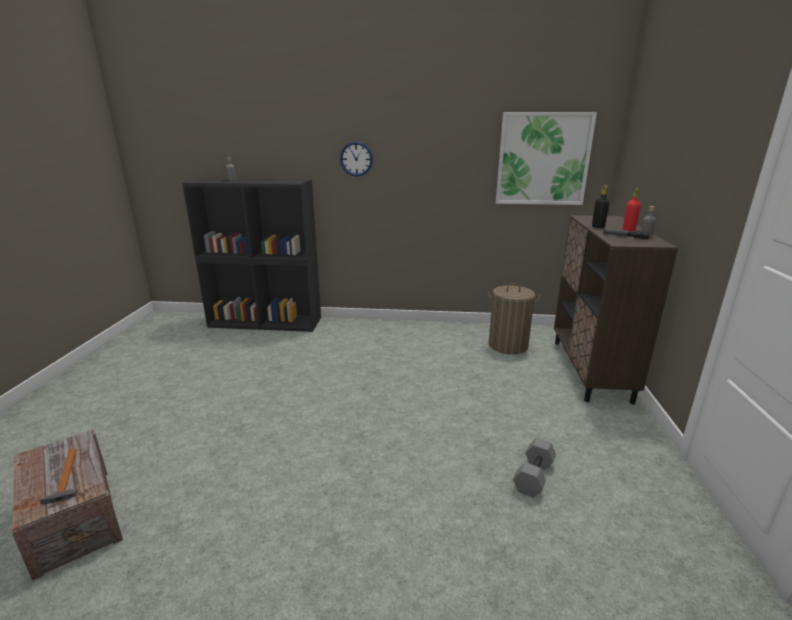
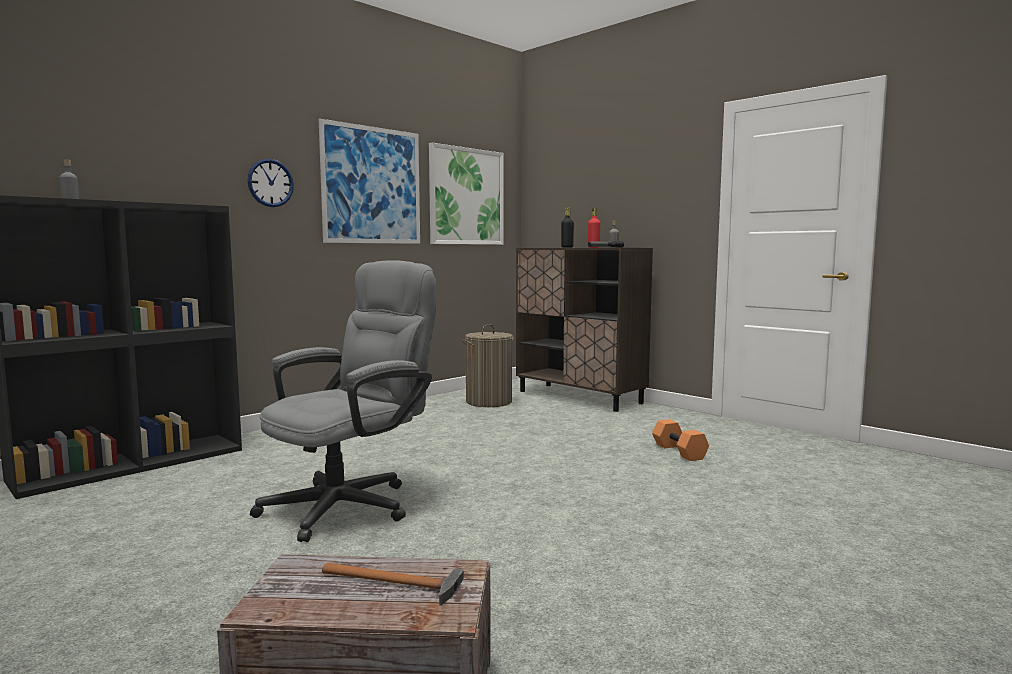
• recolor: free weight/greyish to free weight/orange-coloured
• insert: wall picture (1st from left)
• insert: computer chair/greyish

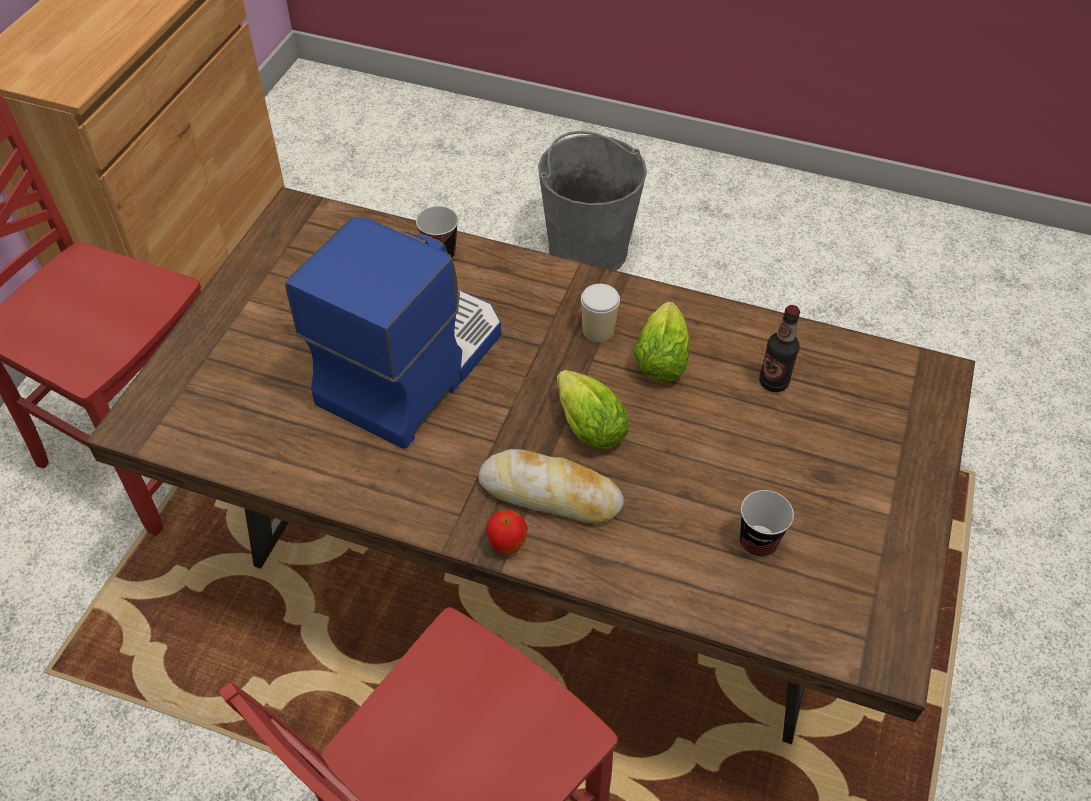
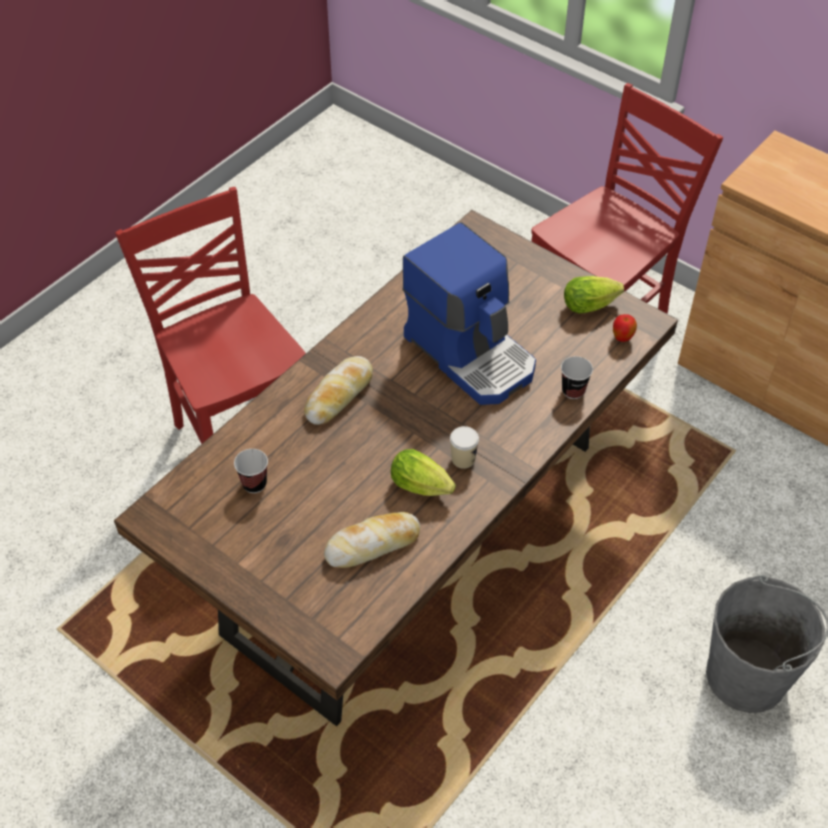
• replace: drink bottle to bread (2nd from left)
• move: lettuce (1st from left in the first image) to lettuce (2nd from left)
• move: whole apple

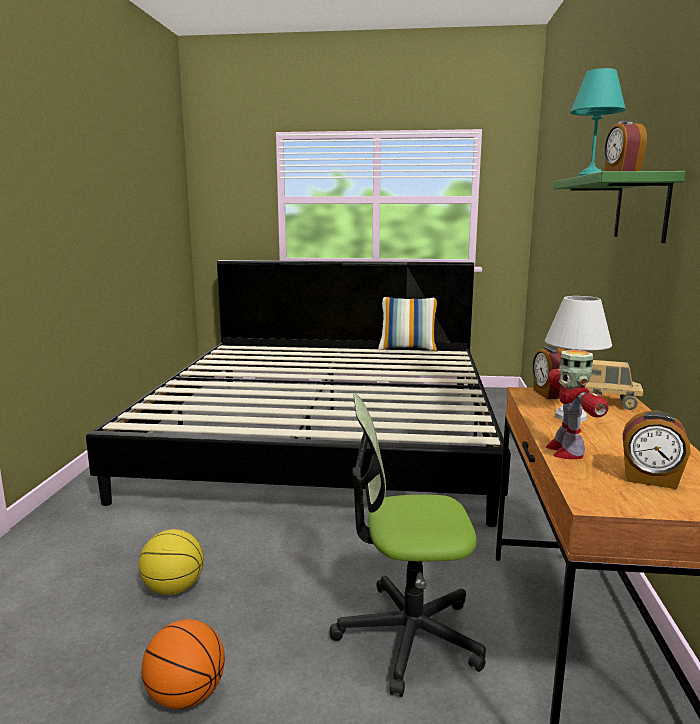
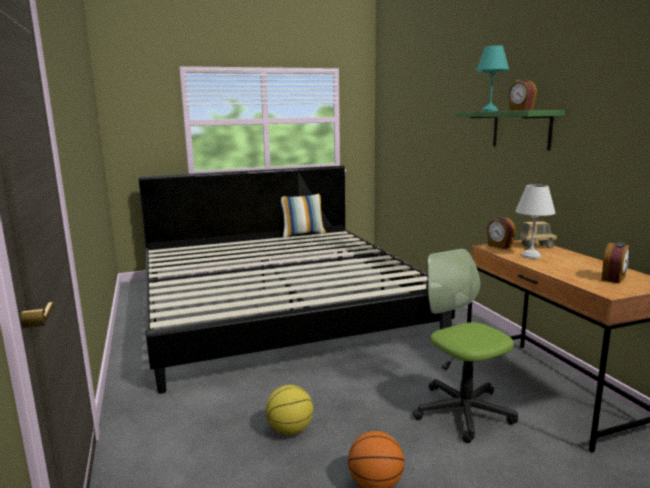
• delete: toy robot
• rotate: computer chair 90 degrees clockwise
• rotate: bedside clock (3rd from left) 45 degrees counterclockwise

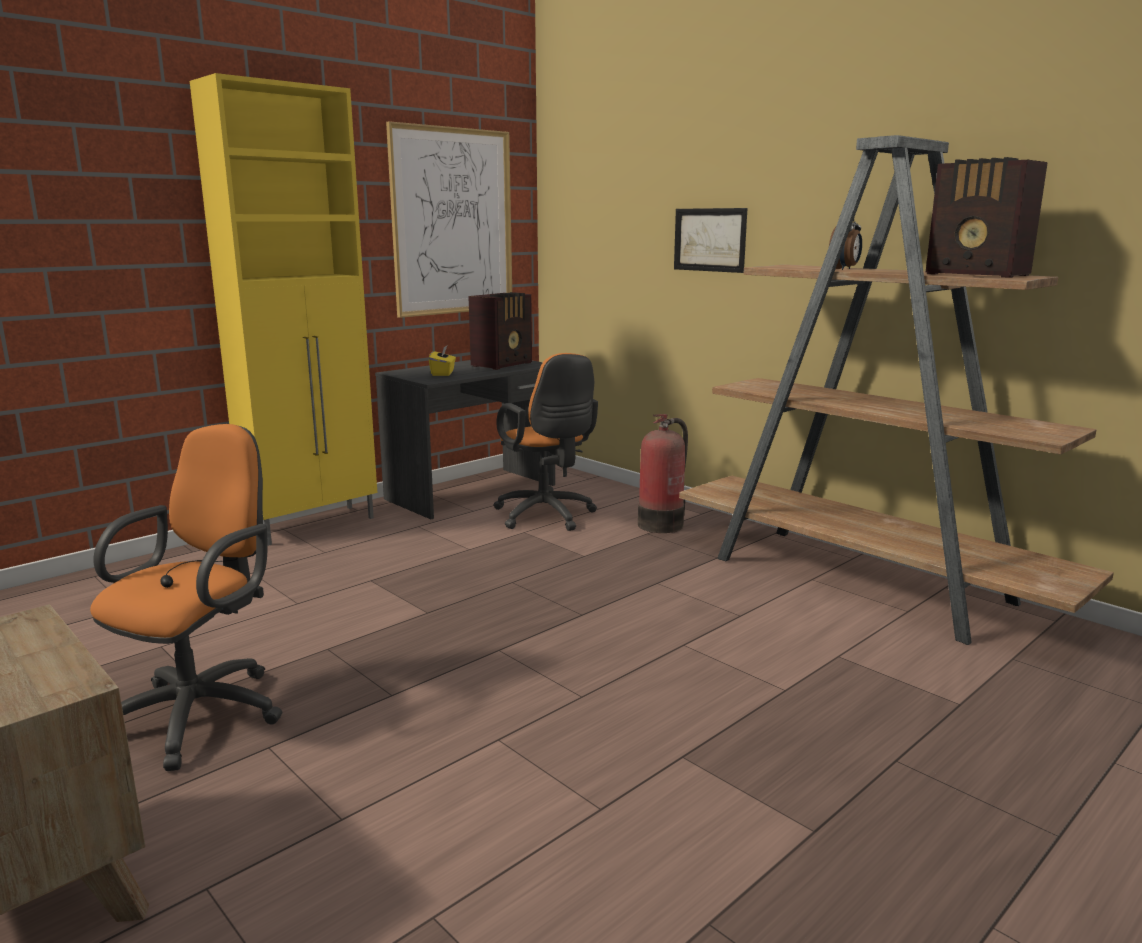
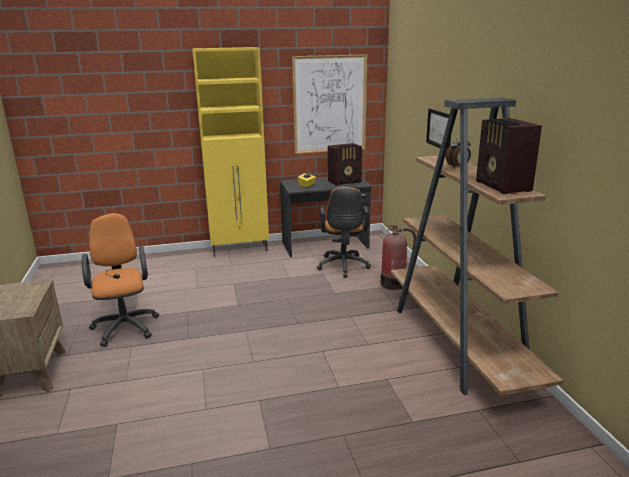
• rotate: computer chair/orange-coloured (1st from left) 75 degrees counterclockwise

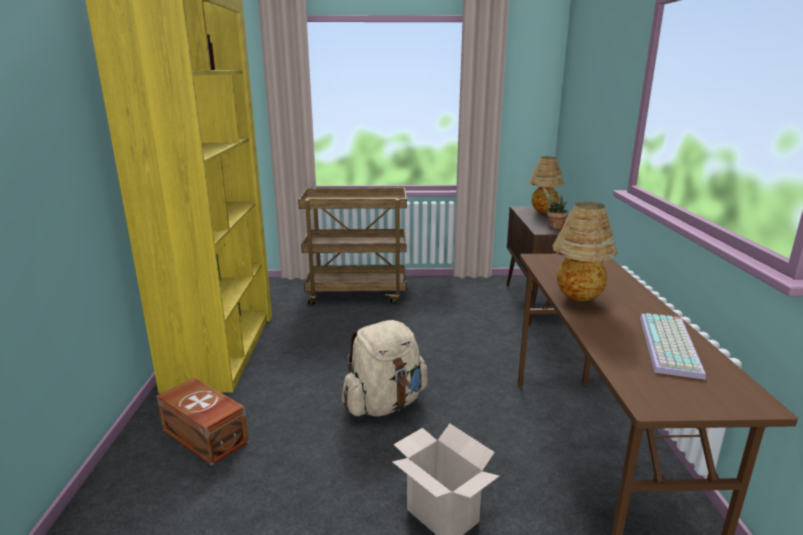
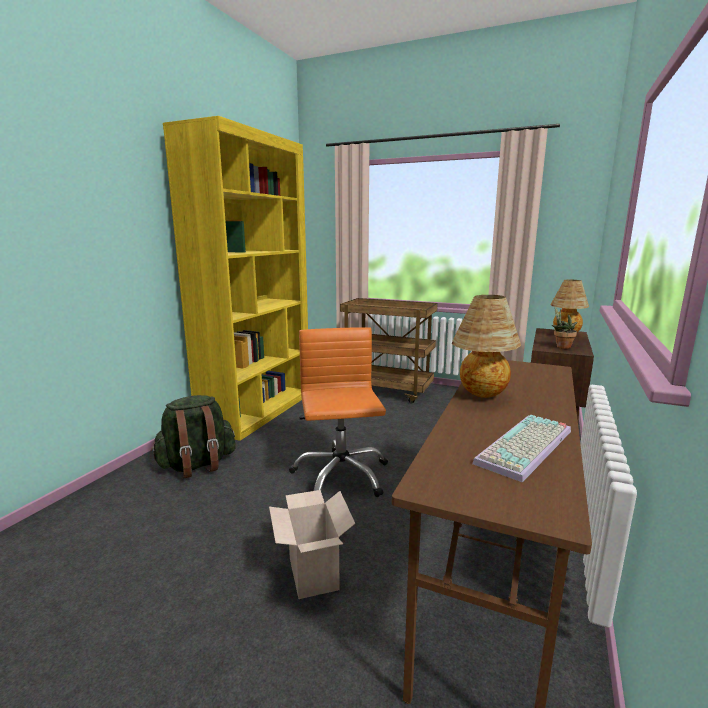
• replace: knapsack/sand-coloured to computer chair/orange-coloured
• replace: storage bin/brown-coloured to knapsack/greenish

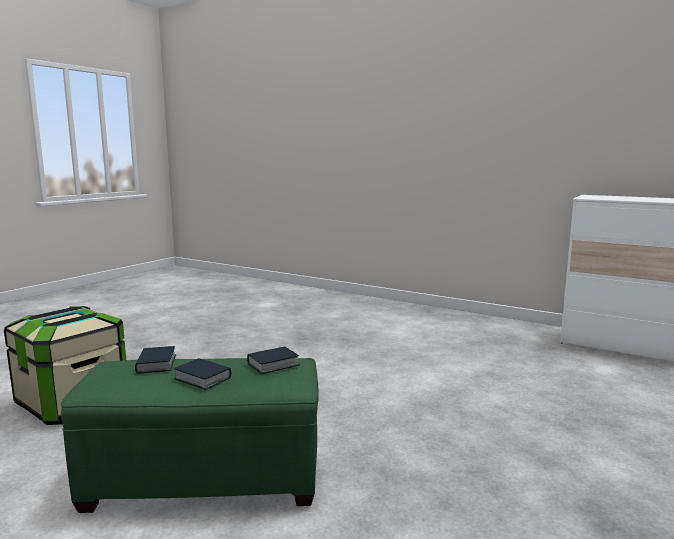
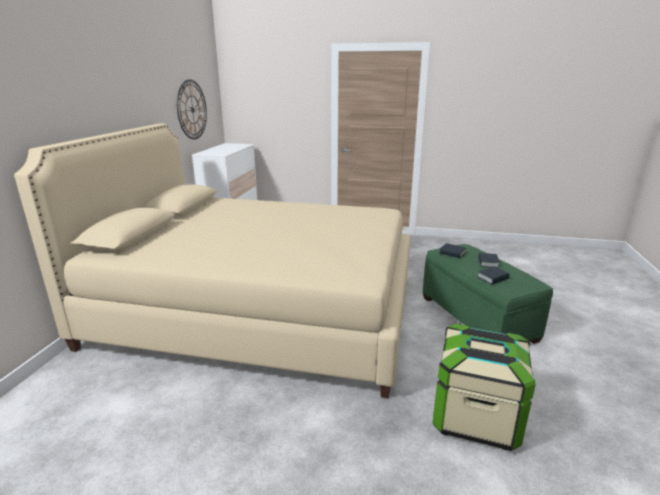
• insert: wall clock
• insert: sleeping bed/sand-coloured

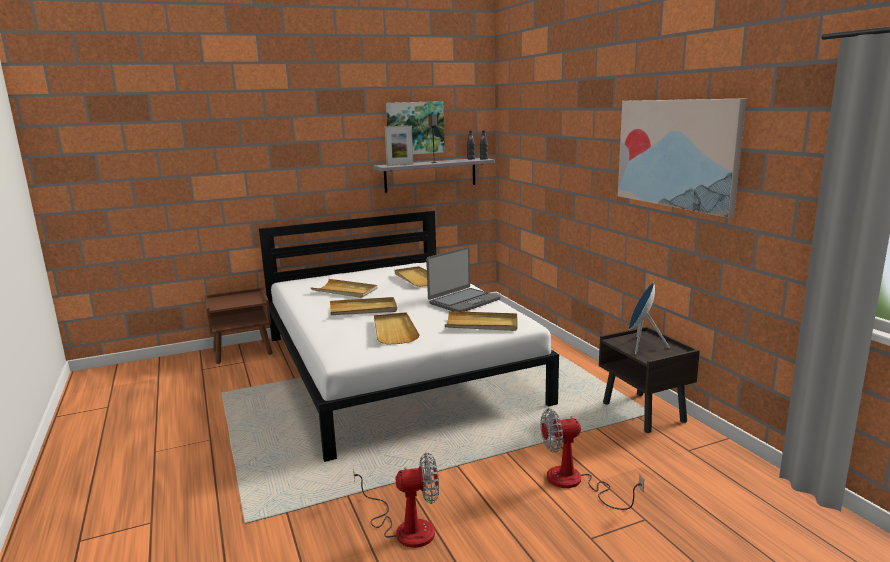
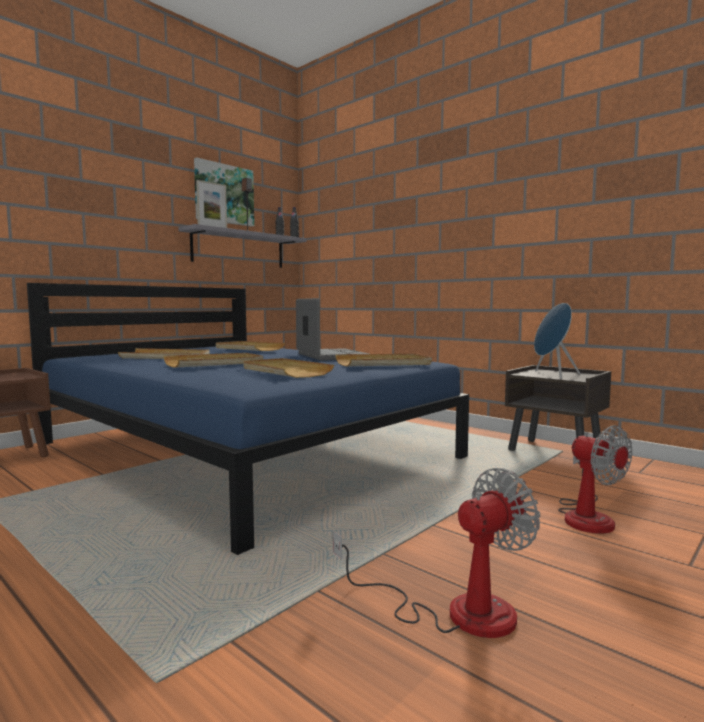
• delete: wall picture (2nd from left)
• recolor: sleeping bed/white to sleeping bed/blue
• rotate: portable computer 45 degrees counterclockwise
• rotate: fan (2nd from left) 90 degrees counterclockwise

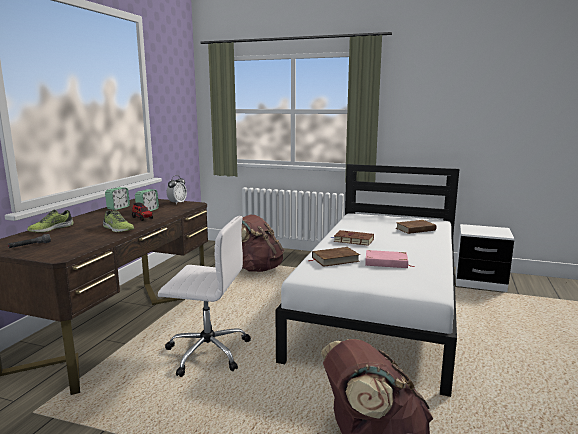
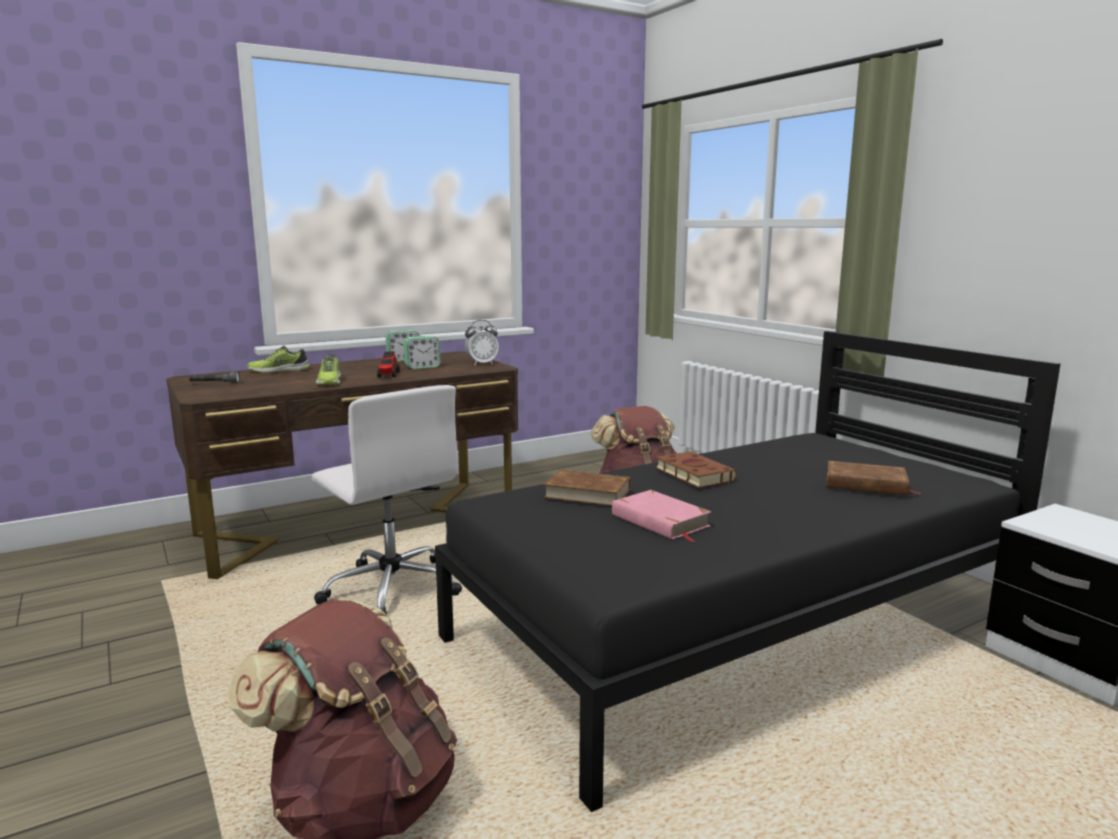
• recolor: sleeping bed/white to sleeping bed/black-coloured

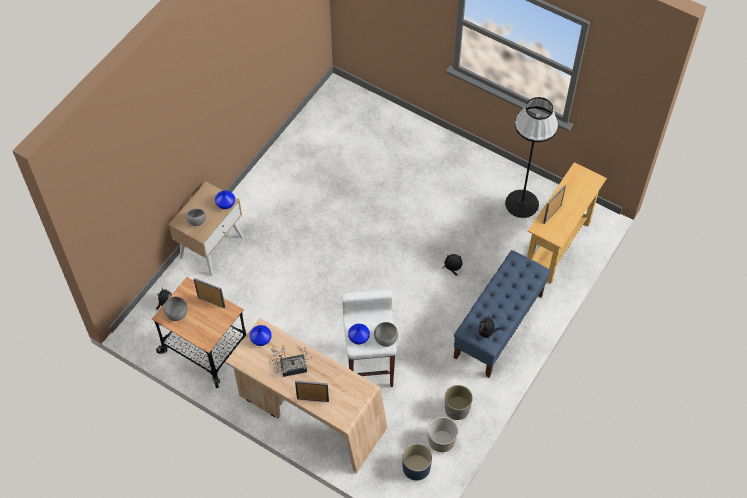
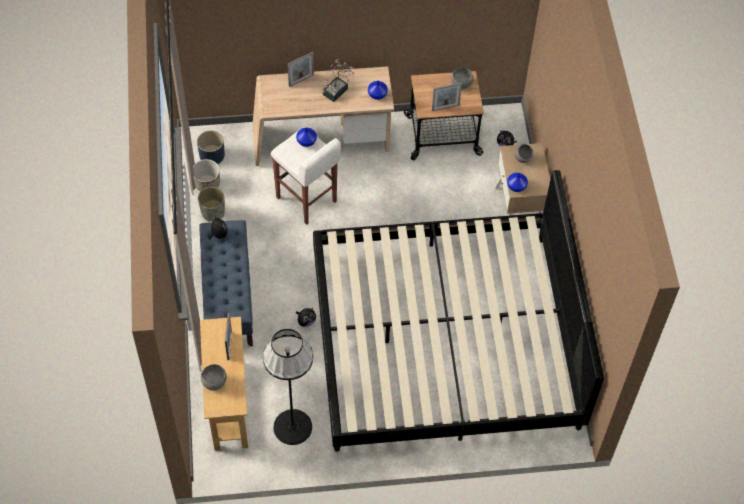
• move: deep dish/greyish (3rd from left in the first image) to deep dish/greyish (1st from left)
• insert: sleeping bed

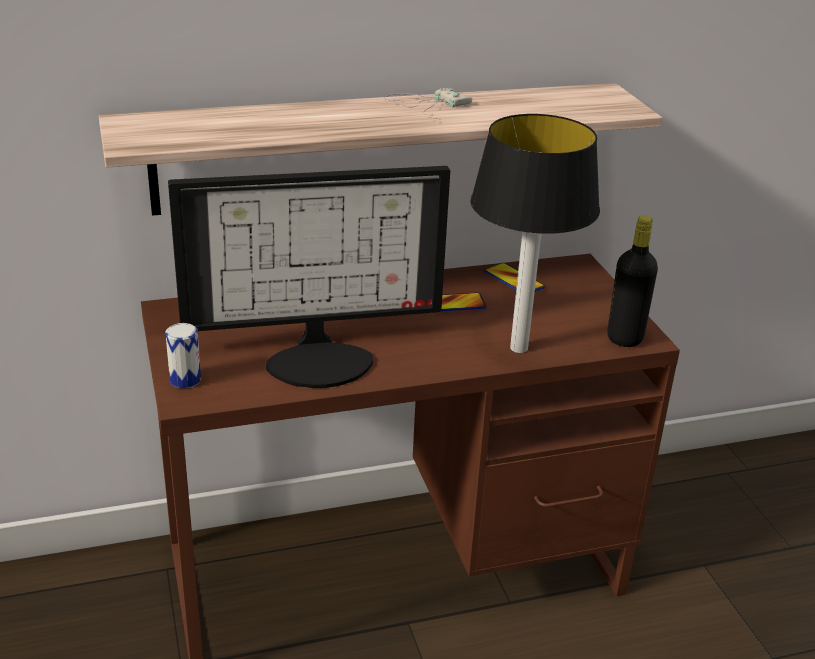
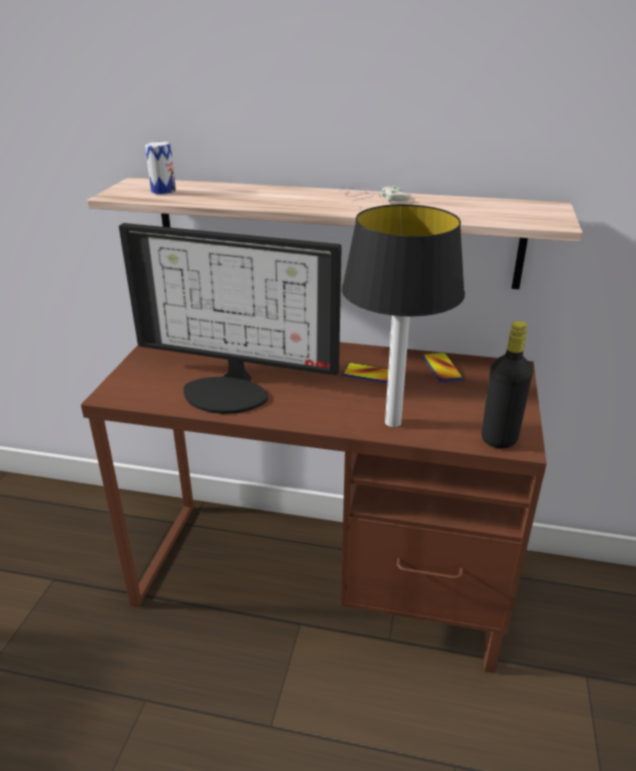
• move: sealed can

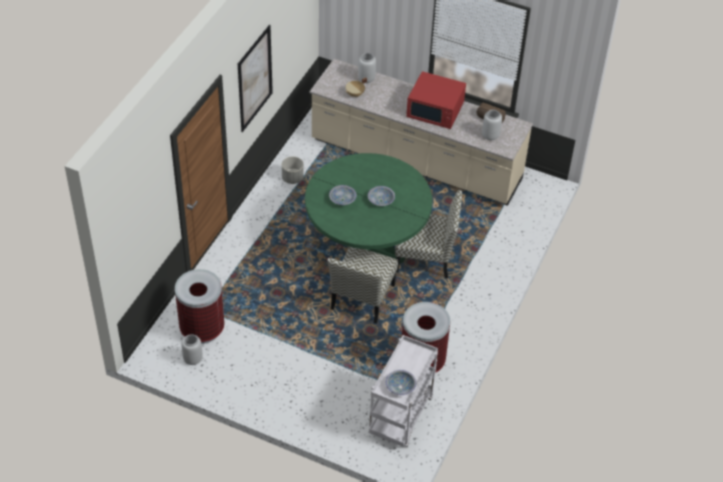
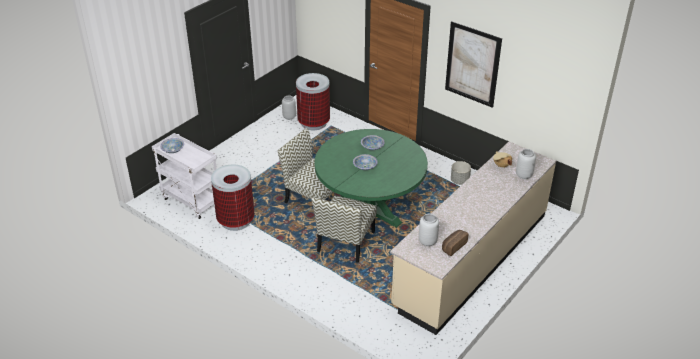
• delete: microwave/red-coloured

